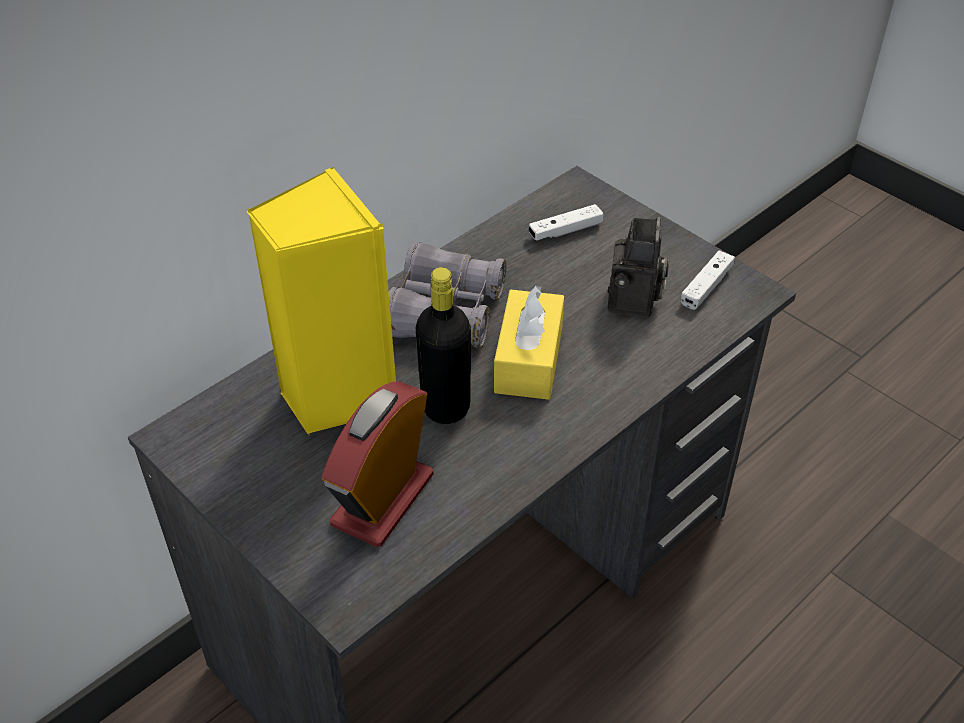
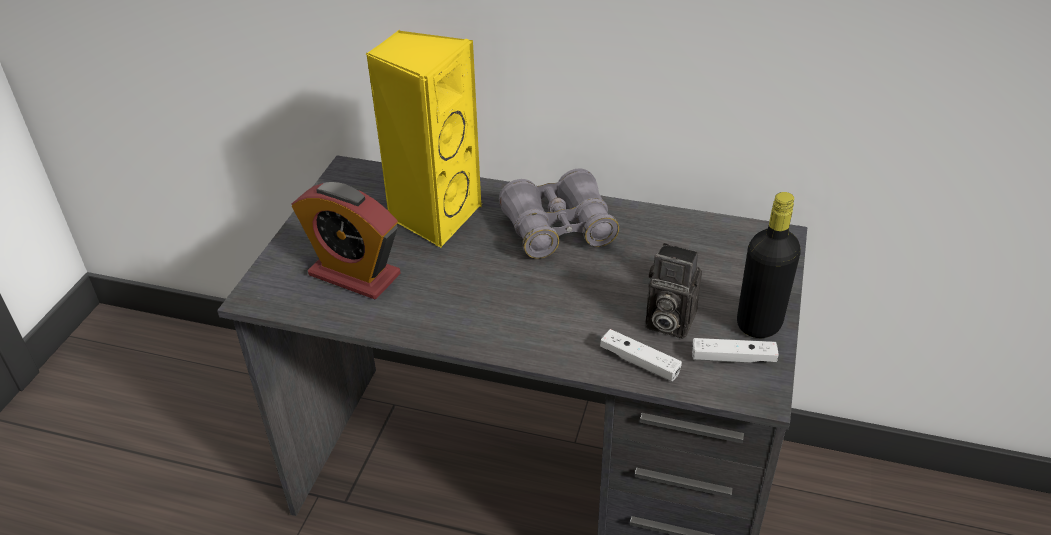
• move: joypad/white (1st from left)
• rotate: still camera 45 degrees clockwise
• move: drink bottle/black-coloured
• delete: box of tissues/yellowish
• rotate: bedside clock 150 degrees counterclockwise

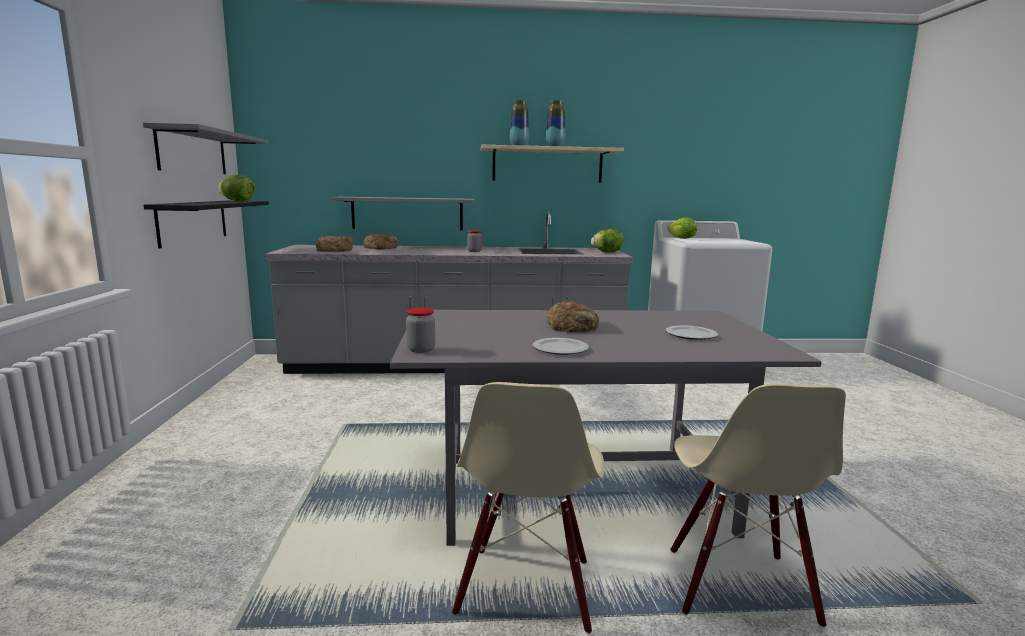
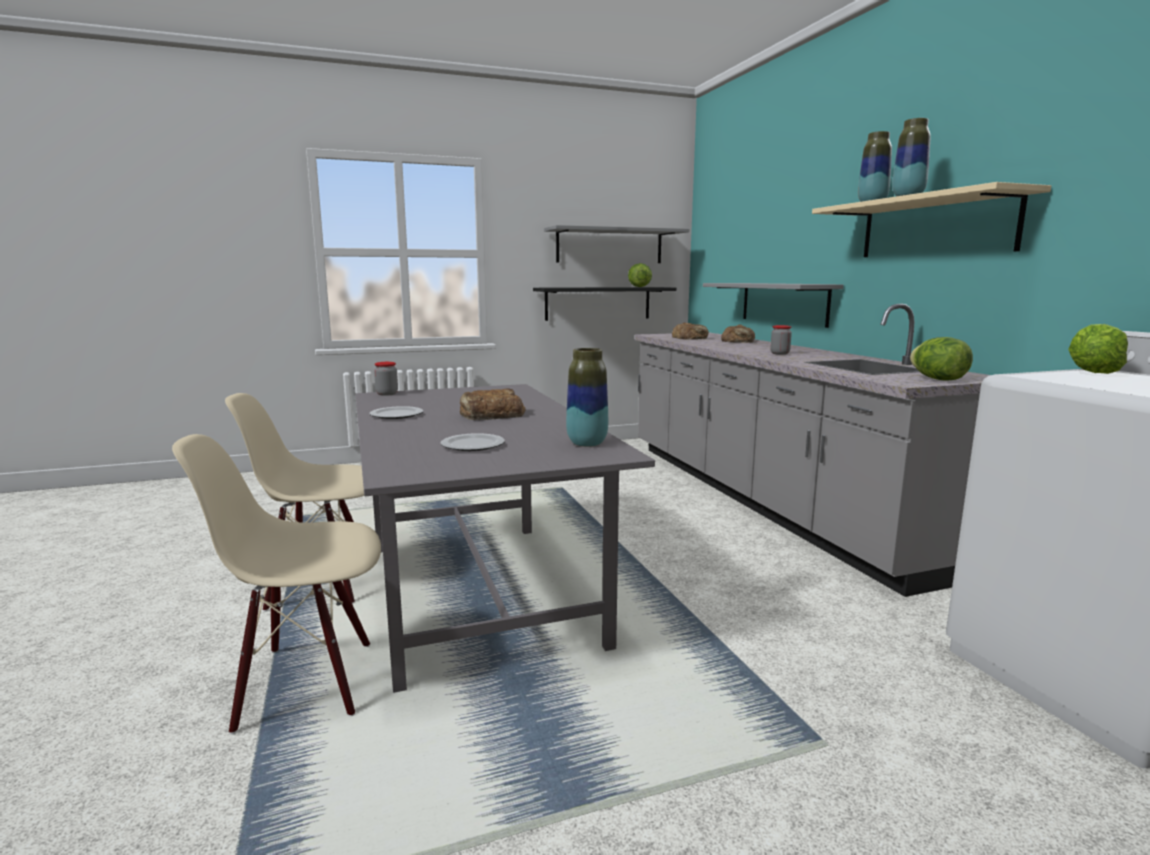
• insert: vase (1st from left)

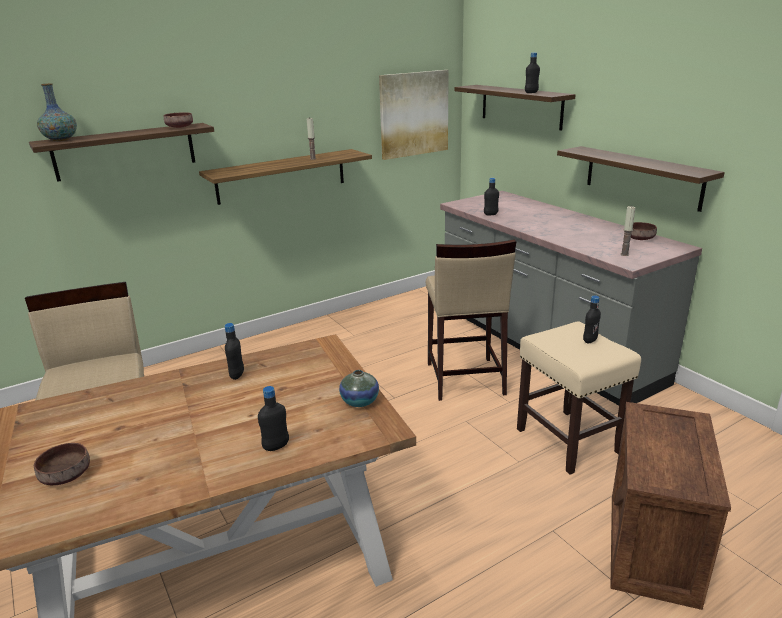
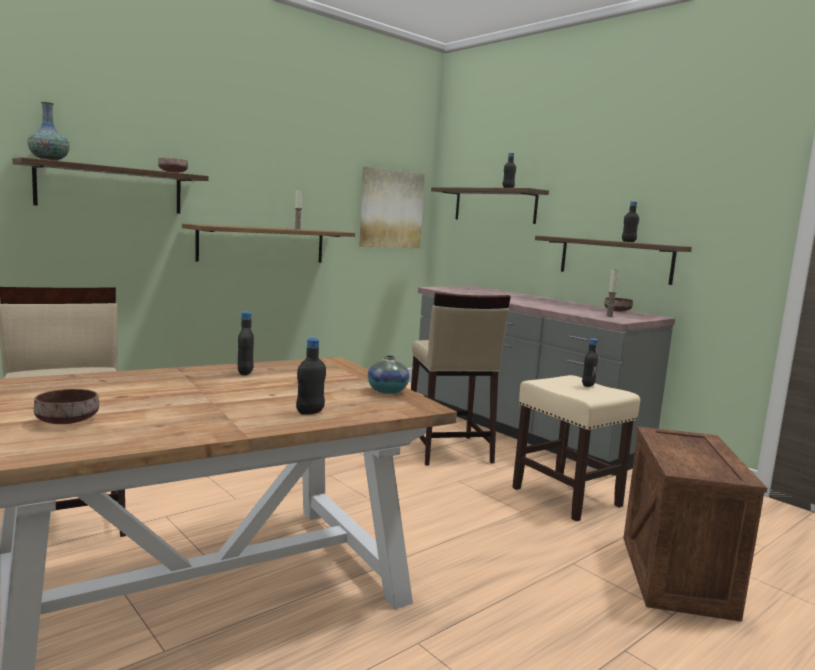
• move: drink bottle/black-coloured (3rd from left in the first image) to drink bottle/black-coloured (5th from left)

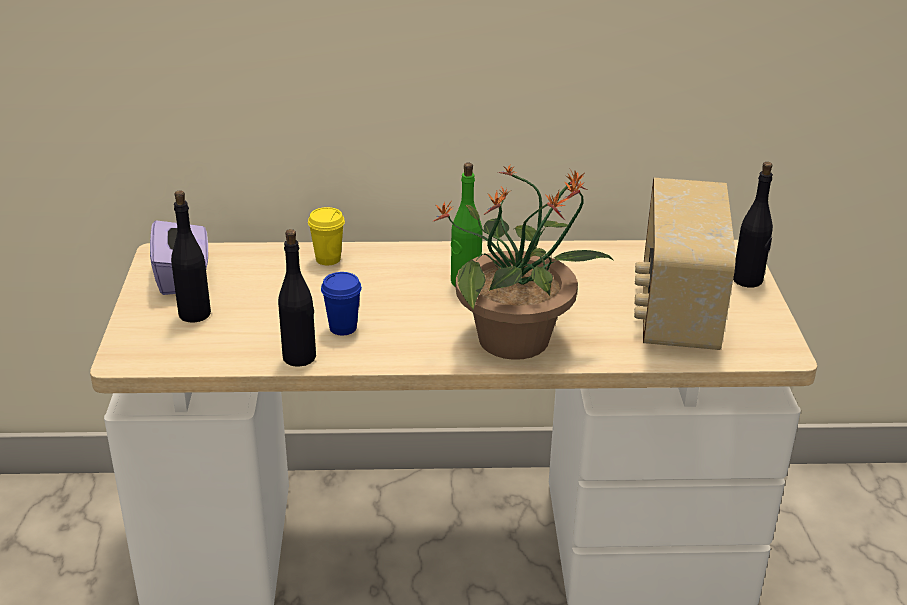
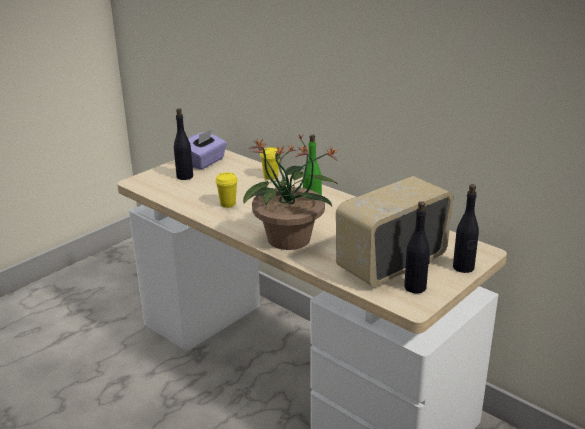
• move: drink bottle/black-coloured (2nd from left)
• recolor: small cup/blue to small cup/yellowish (1st from left)

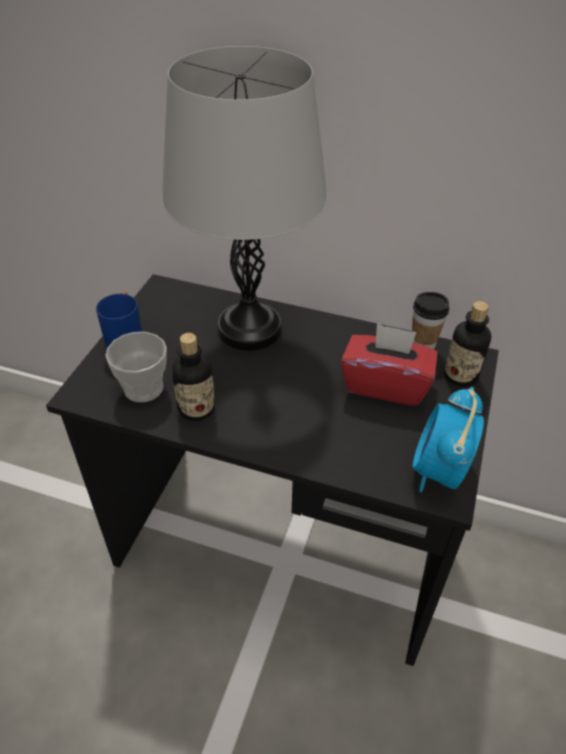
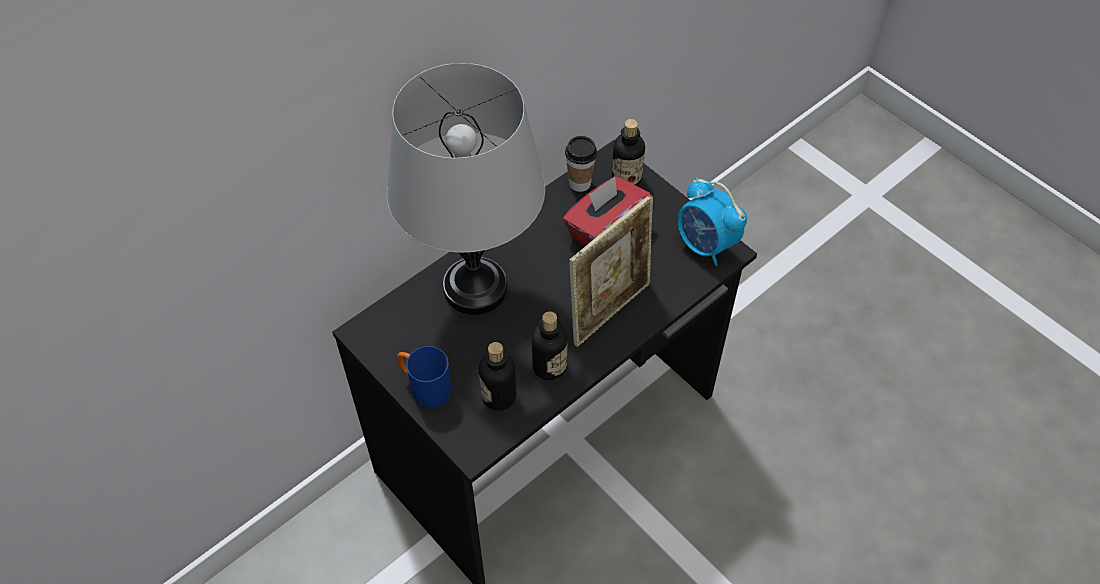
• replace: small cup (1st from left) to drink bottle (1st from left)
• insert: picture frame

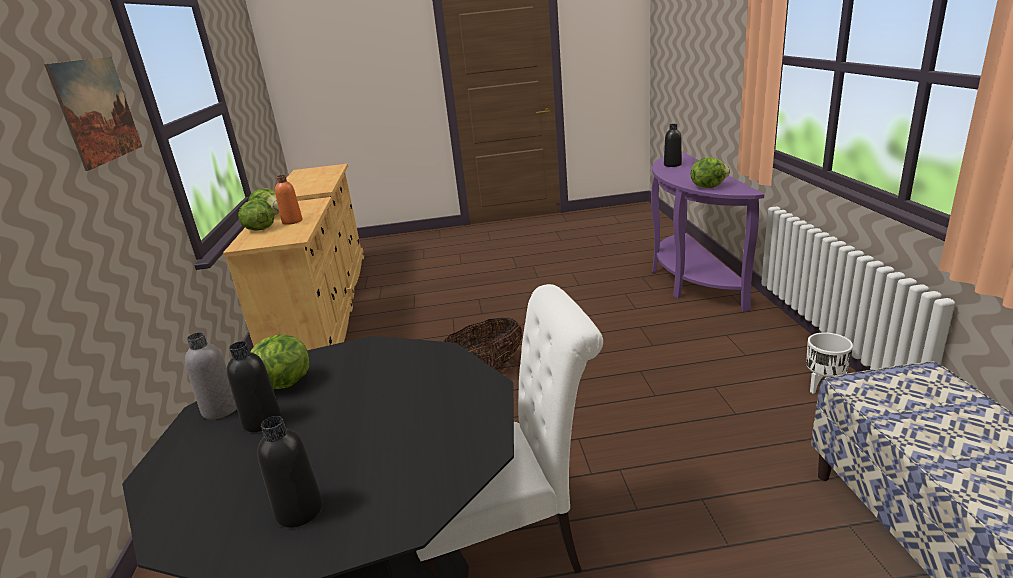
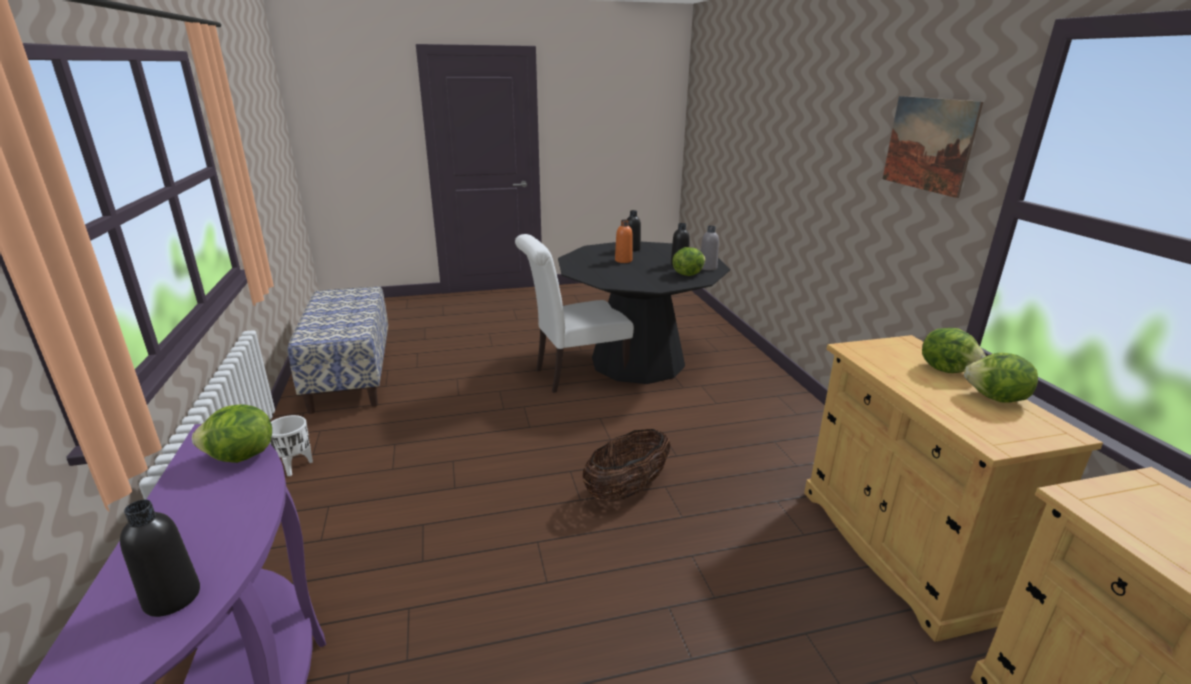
• move: drink bottle/orange-coloured

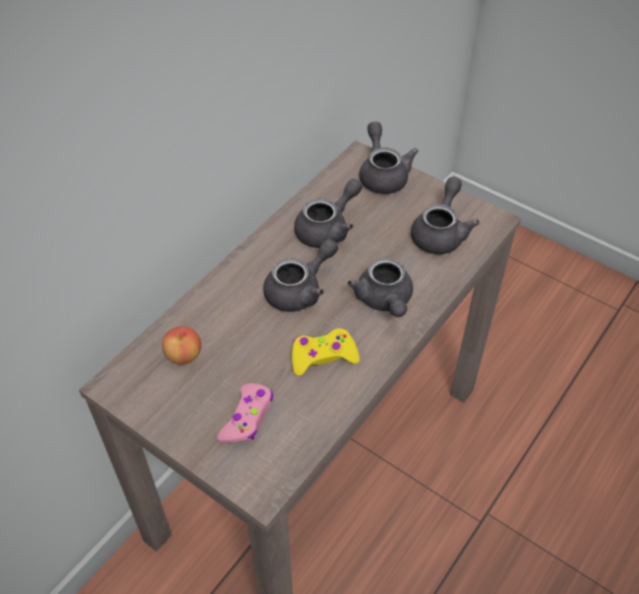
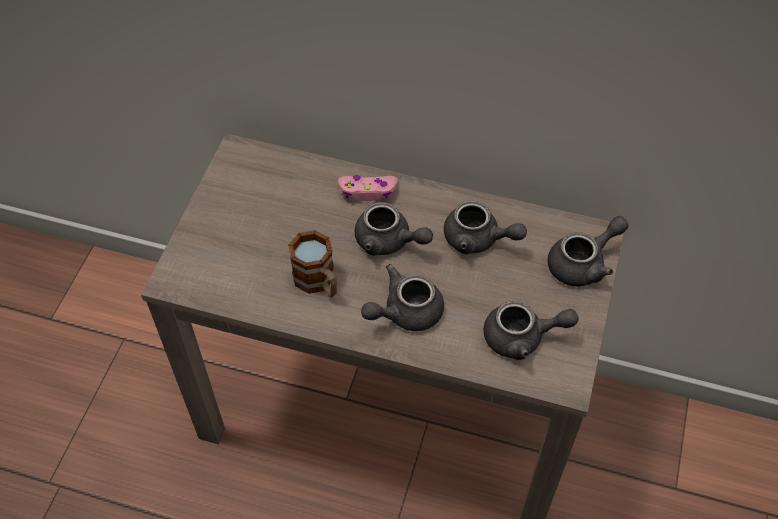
• delete: whole apple
• replace: joypad/yellowish to coffee mug
• move: joypad/pink-coloured

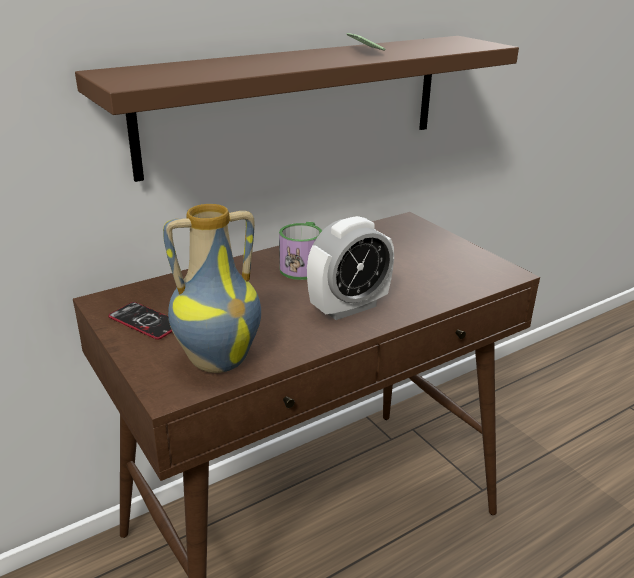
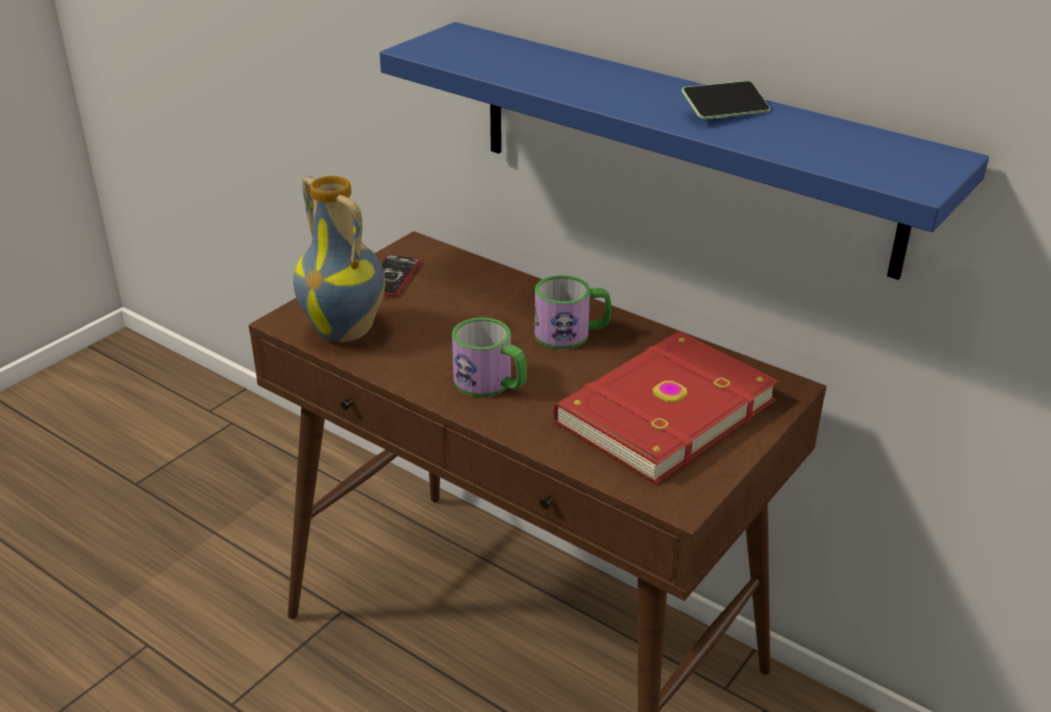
• recolor: wall shelf/brown-coloured to wall shelf/blue
• replace: bedside clock to coffee mug (1st from left)
• insert: bound book/red-coloured

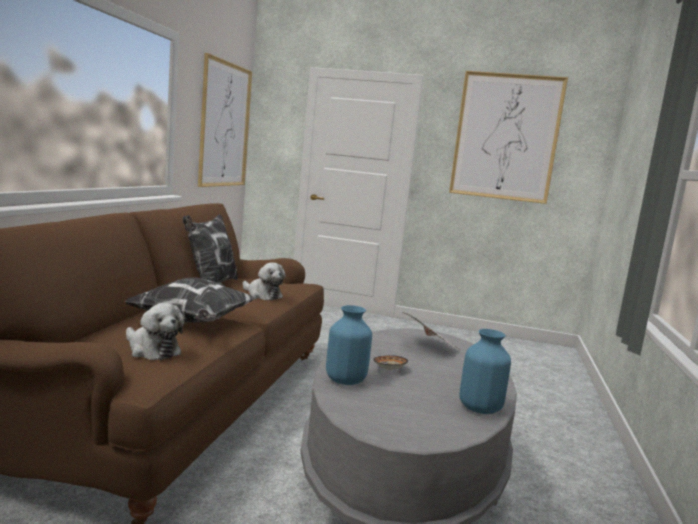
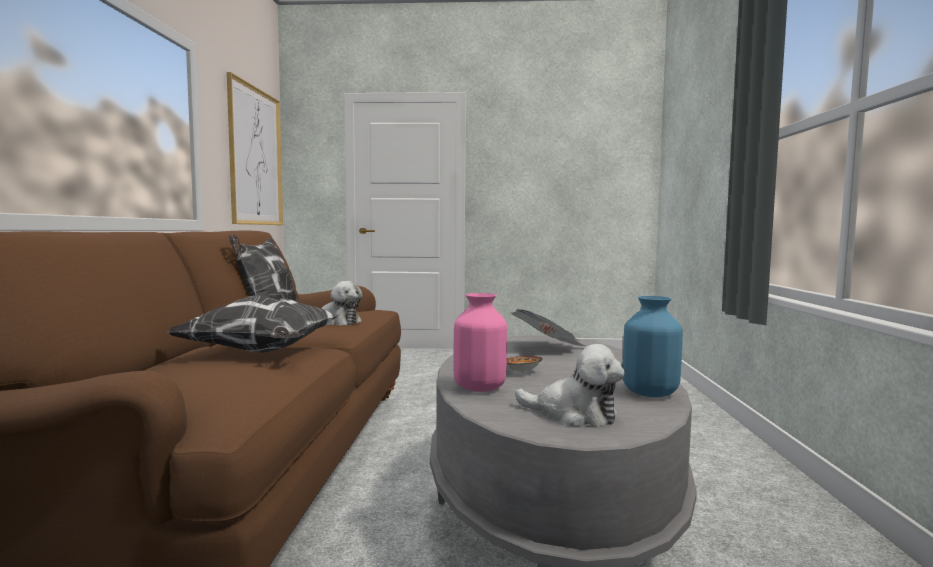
• delete: wall picture (2nd from left)
• move: soft toy (1st from left in the first image) to soft toy (2nd from left)
• recolor: vase/blue (1st from left) to vase/pink-coloured

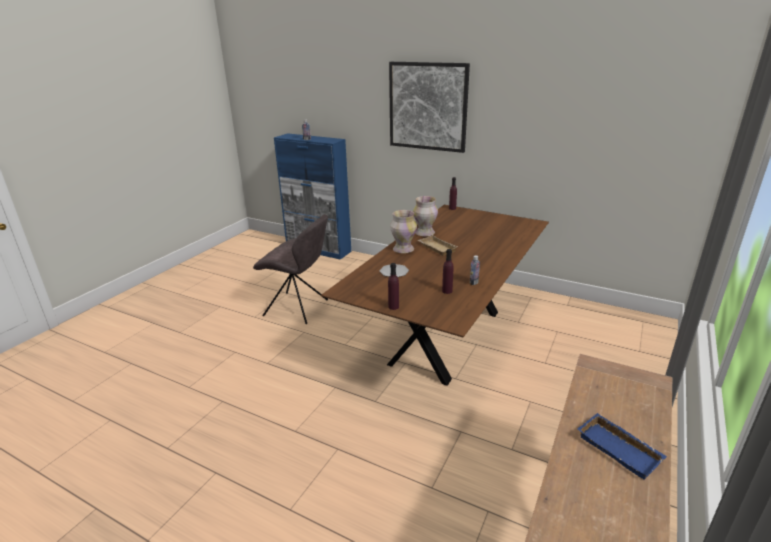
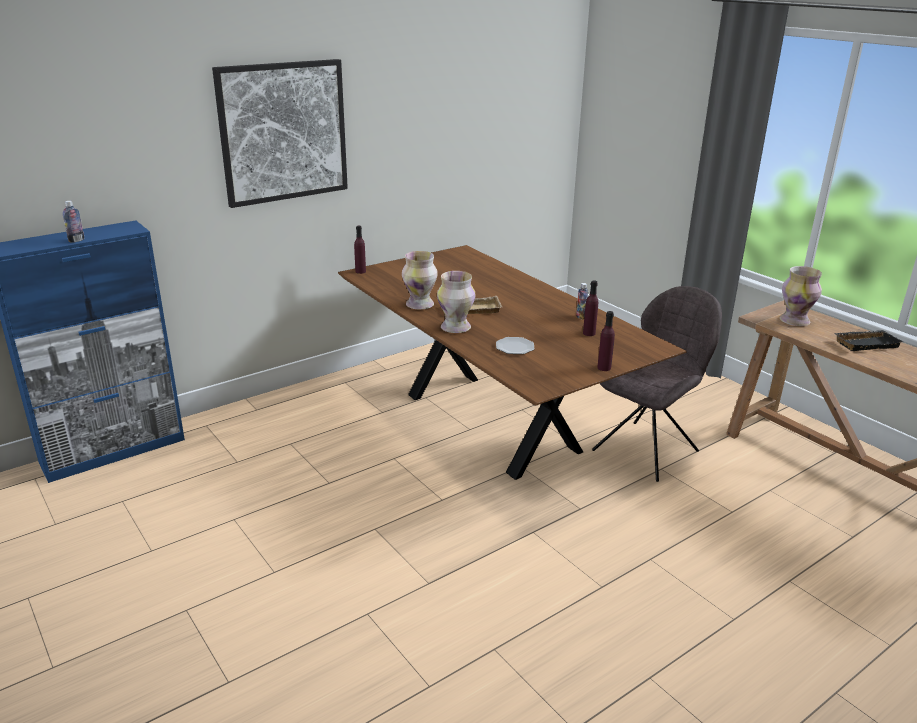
• move: plain chair/greyish
• recolor: carrying tray/blue to carrying tray/black-coloured
• insert: vase (3rd from left)

